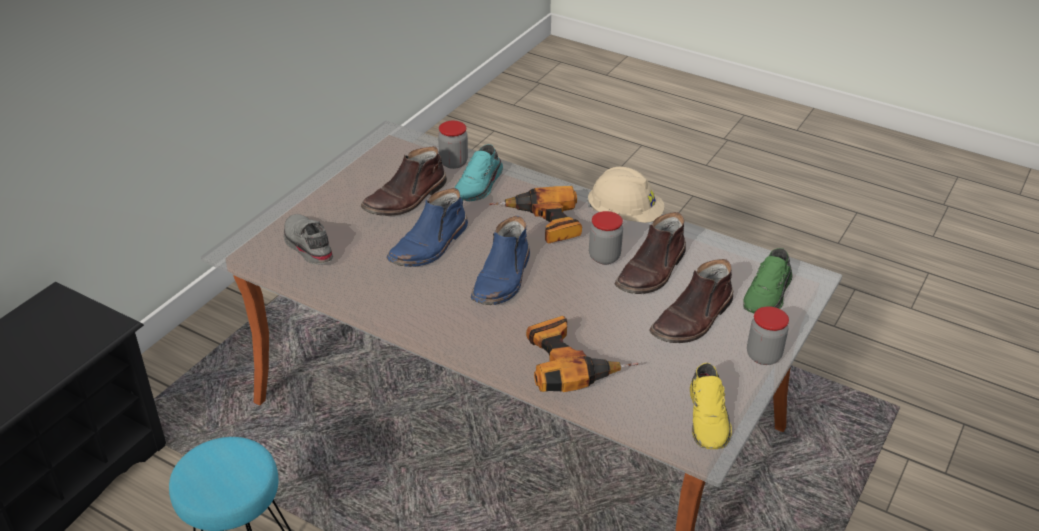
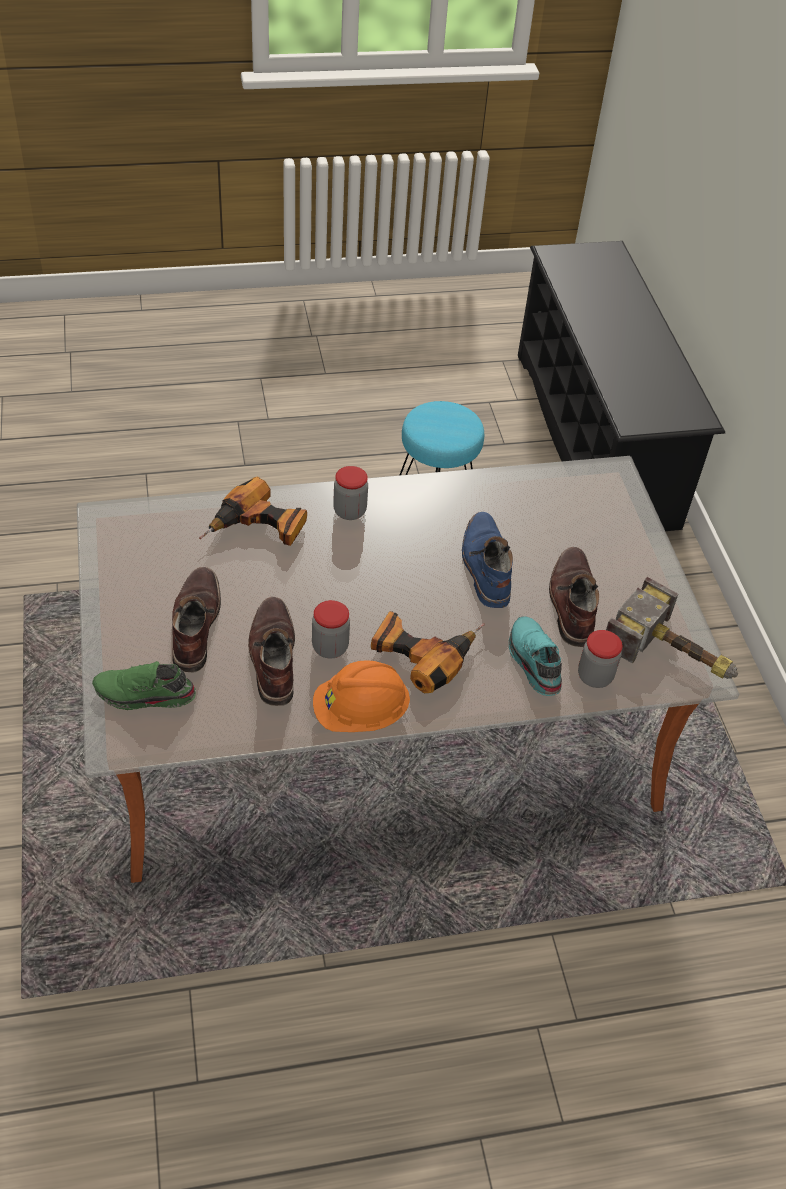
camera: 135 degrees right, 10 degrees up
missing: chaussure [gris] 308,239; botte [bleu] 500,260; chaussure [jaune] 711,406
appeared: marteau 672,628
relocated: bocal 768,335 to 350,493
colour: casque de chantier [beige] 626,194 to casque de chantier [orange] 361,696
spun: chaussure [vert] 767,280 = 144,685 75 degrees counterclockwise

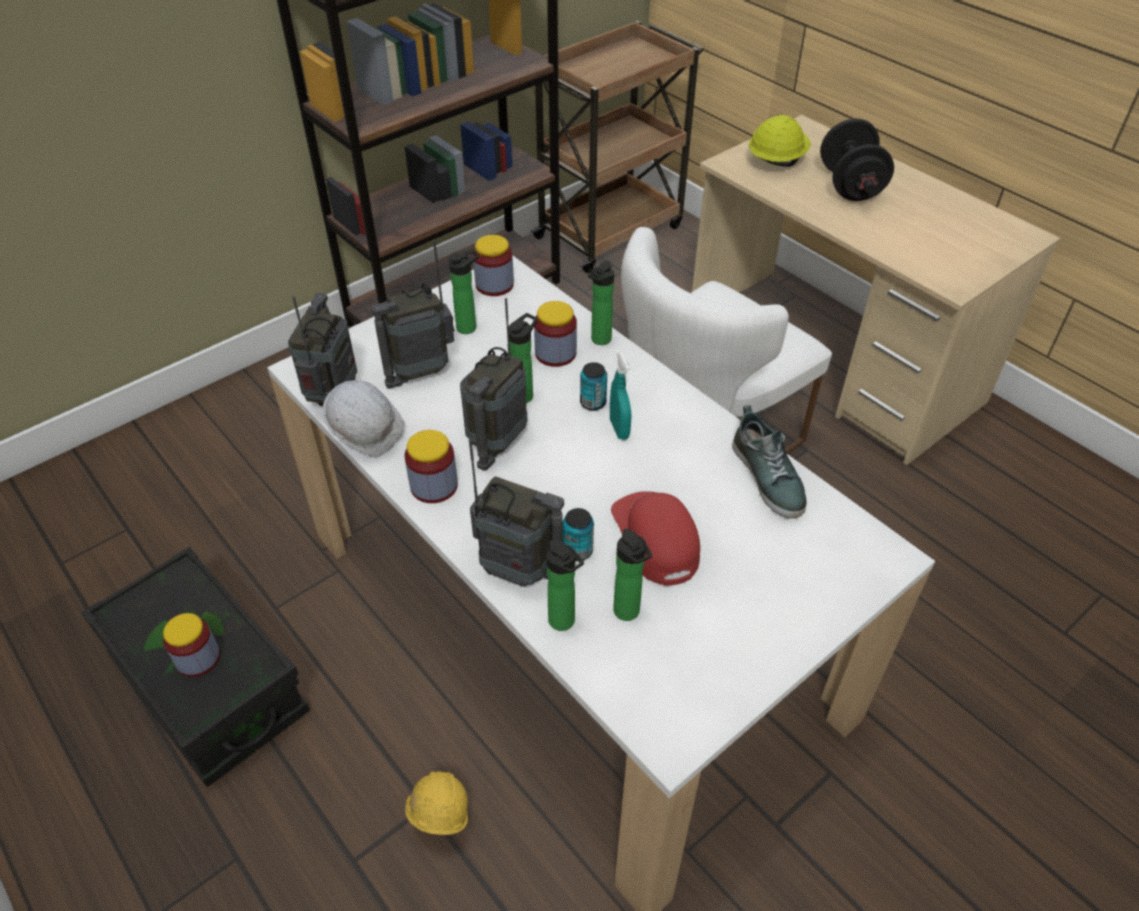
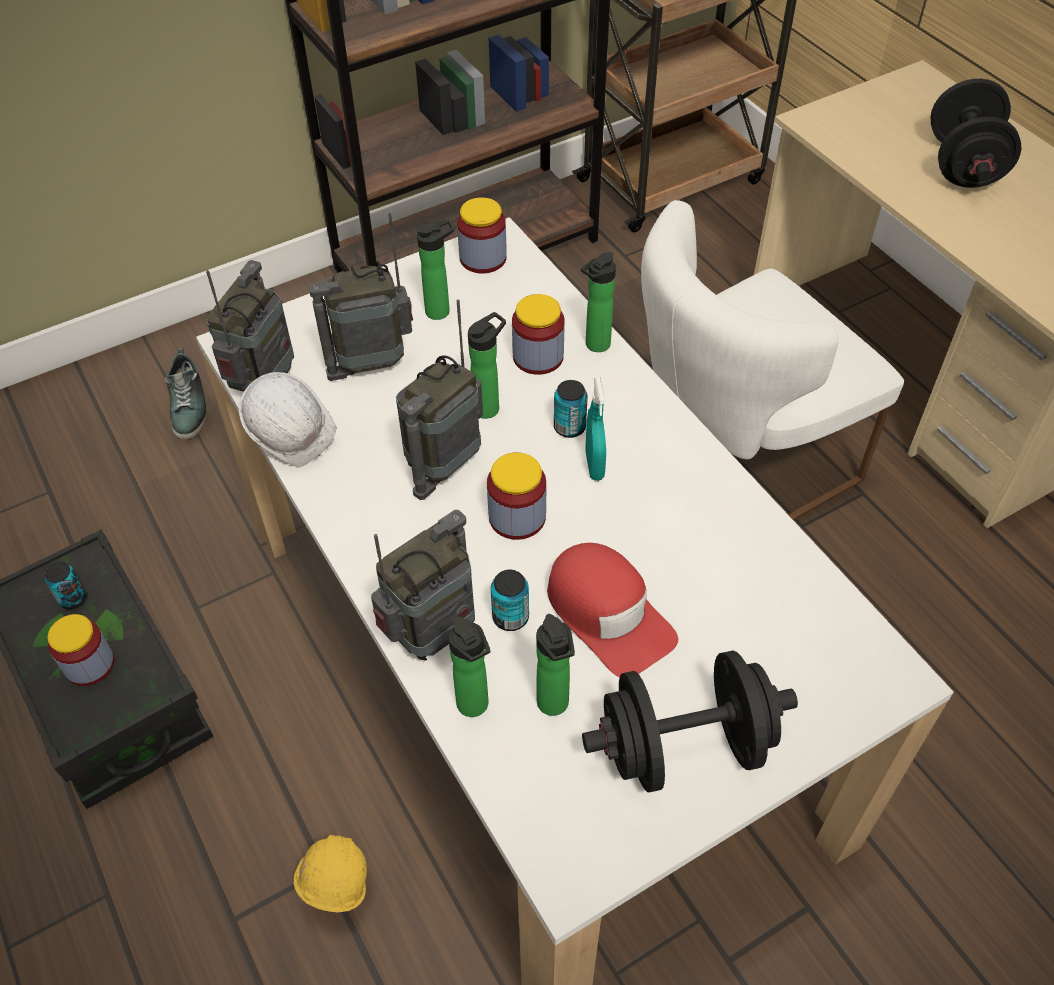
camera: 10 degrees right, 5 degrees up
missing: casque de chantier [jaune] 780,141
appeared: boîte métallique 66,585; haltère [noir] 690,721
relocated: chaussure 769,462 to 186,394; bocal 431,466 to 516,496
spun: radio 516,513 = 423,585 75 degrees counterclockwise; casquette [rouge] 655,538 = 612,610 150 degrees clockwise

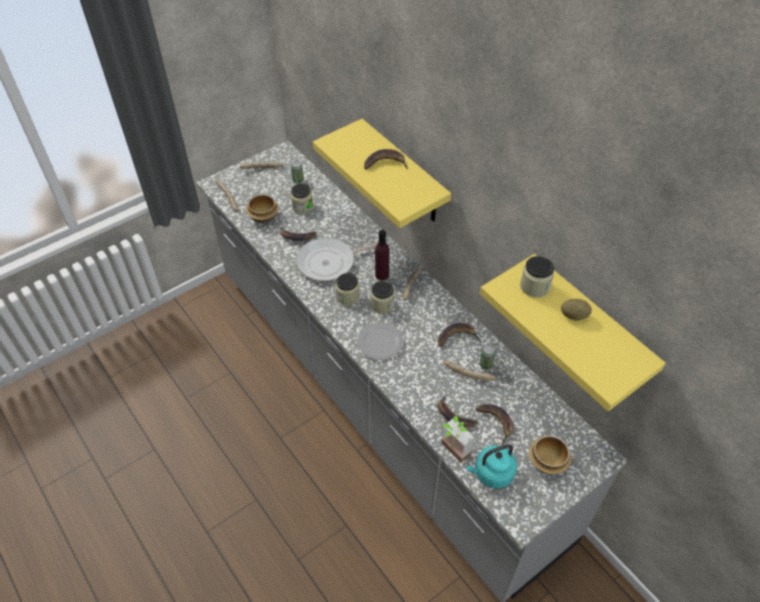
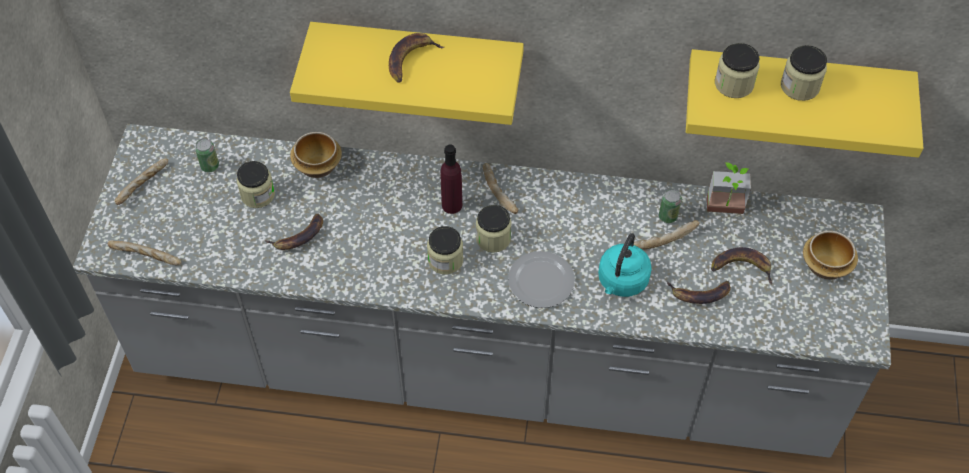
camera: 45 degrees left, 5 degrees up
missing: poêle 337,259; banane 459,335
relocated: bol 262,209 to 316,155; plante en pot 458,438 to 729,188; bouilloire [turquoise] 491,466 to 625,265
exchanged: pomme de terre 576,309 to bocal 804,73

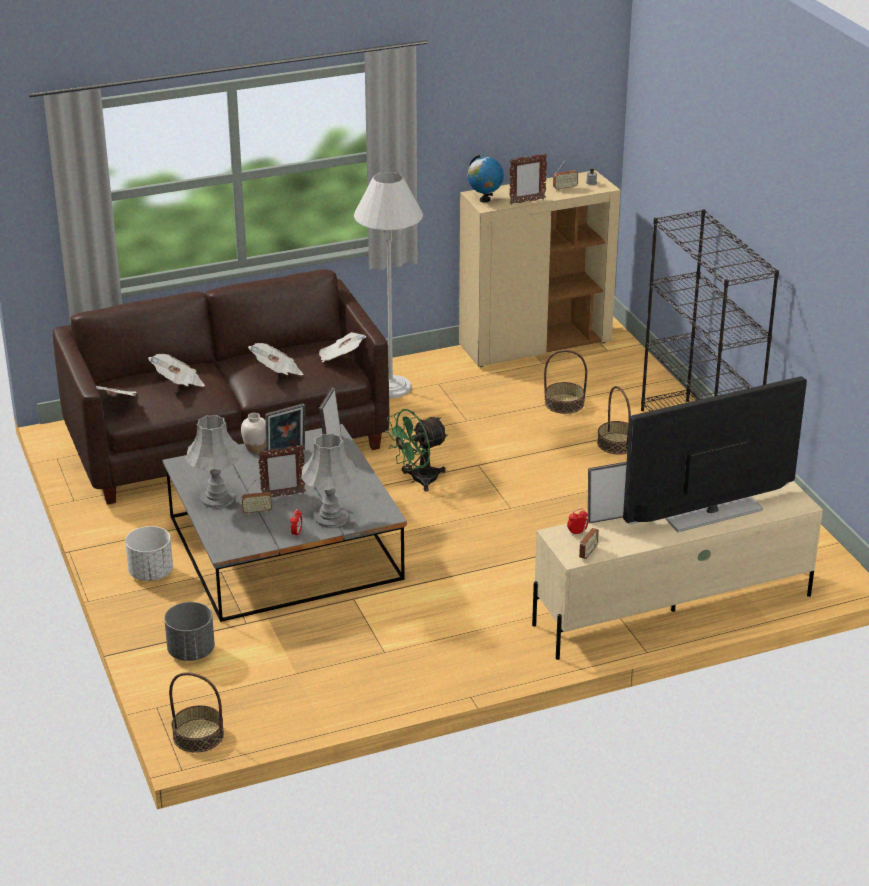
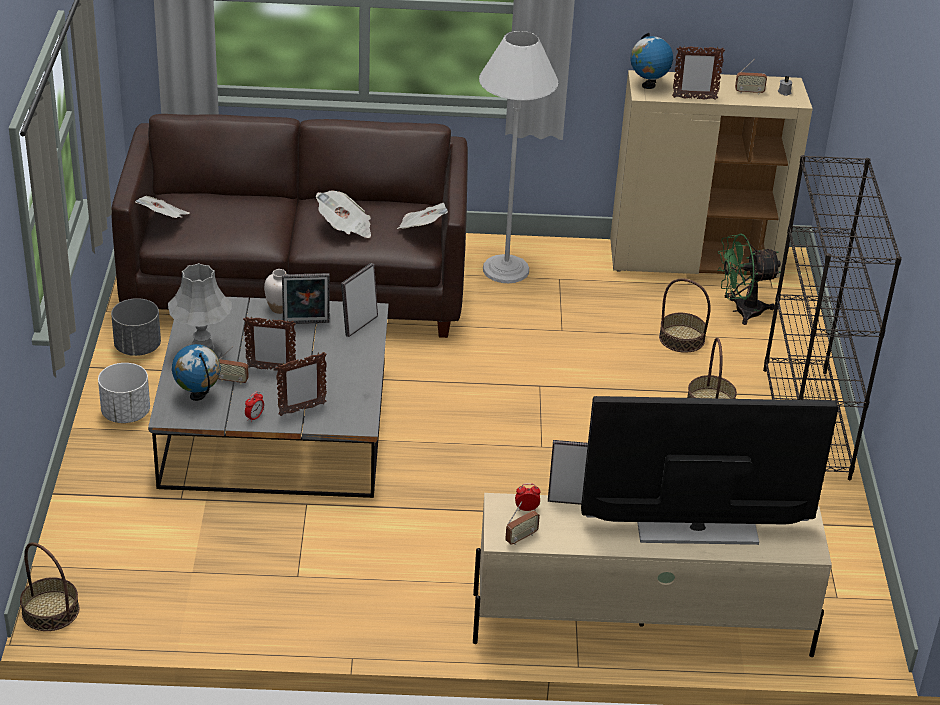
camera: 20 degrees right, 5 degrees up
missing: journal 176,370
appeared: globe 196,372
relocated: ventilateur [vert] 416,450 to 749,279; cache-pot [gris] 189,631 to 136,327
exchanged: lampe de table [gris] 330,480 to cadre photo 301,384

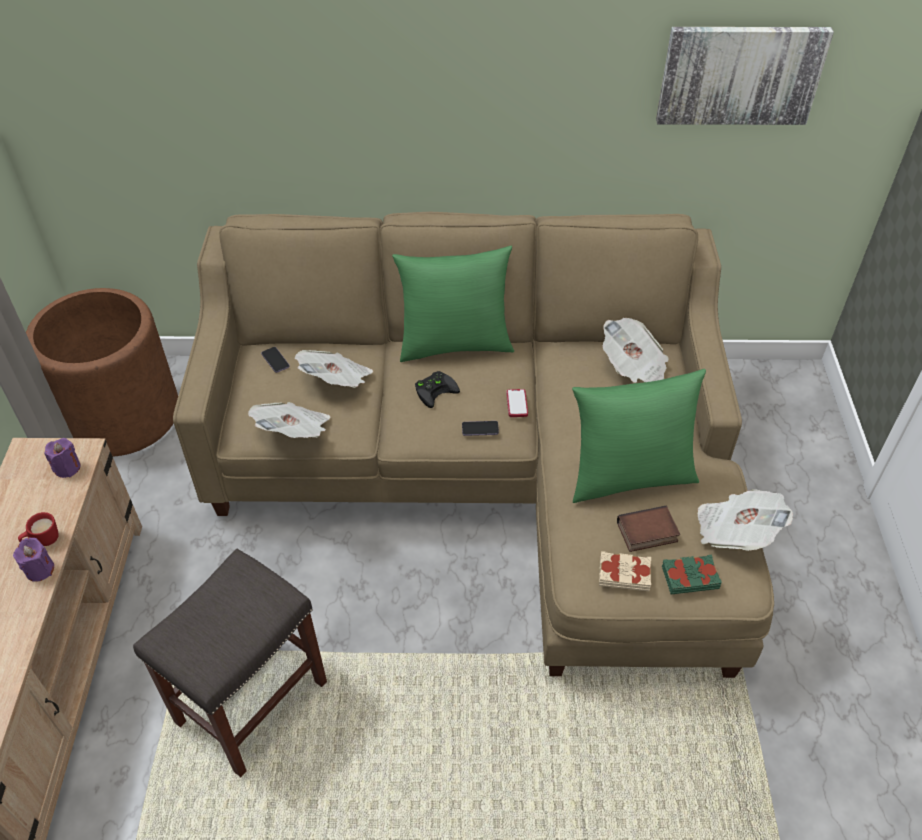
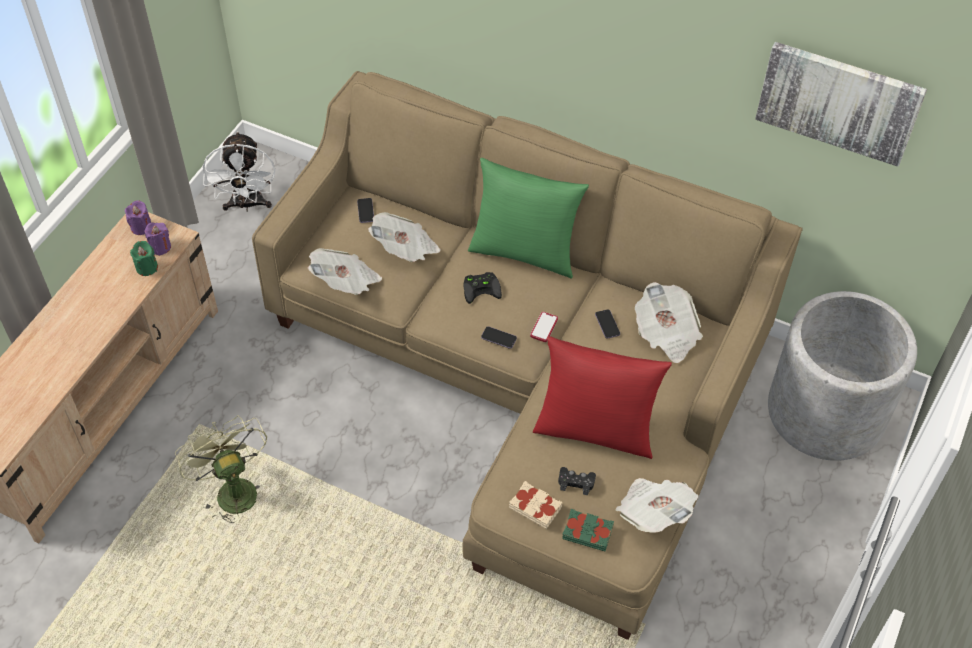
camera: 25 degrees right, 5 degrees up
missing: mug [rouge] 38,529
appeared: bougie [vert] 144,258; cache-pot [gris] 842,376; téléphone 607,324
relocated: bougie [violet] 33,560 to 138,217
exchanged: cache-pot [marron] 102,372 to ventilateur [blanc] 239,171; livre 648,529 to manette [noir] 577,481; tabouret [gris] 230,662 to ventilateur [vert] 221,469
colour: coussin [vert] 639,436 to coussin [rouge] 602,397

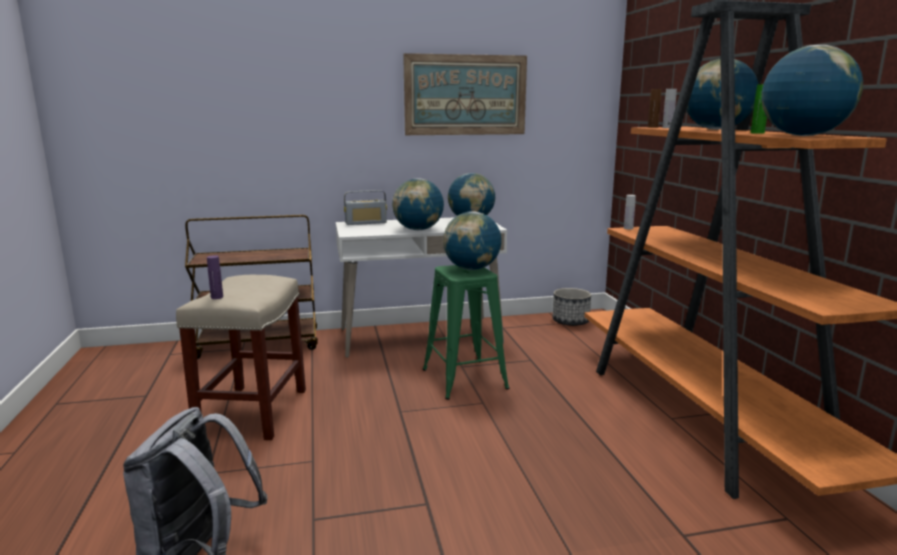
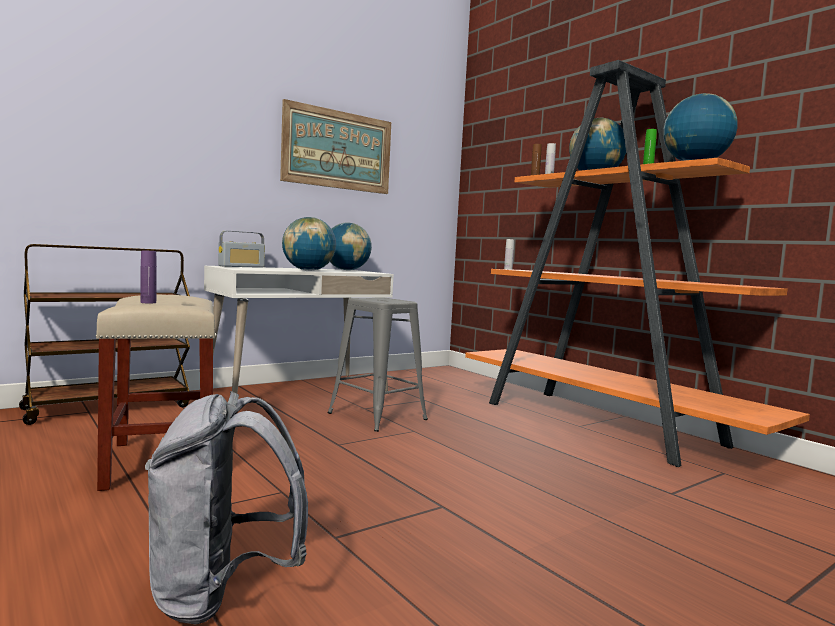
camera: 25 degrees left, 10 degrees down
missing: globe 472,240; cache-pot 571,307
colour: tabouret [vert] 466,332 to tabouret [gris] 378,364

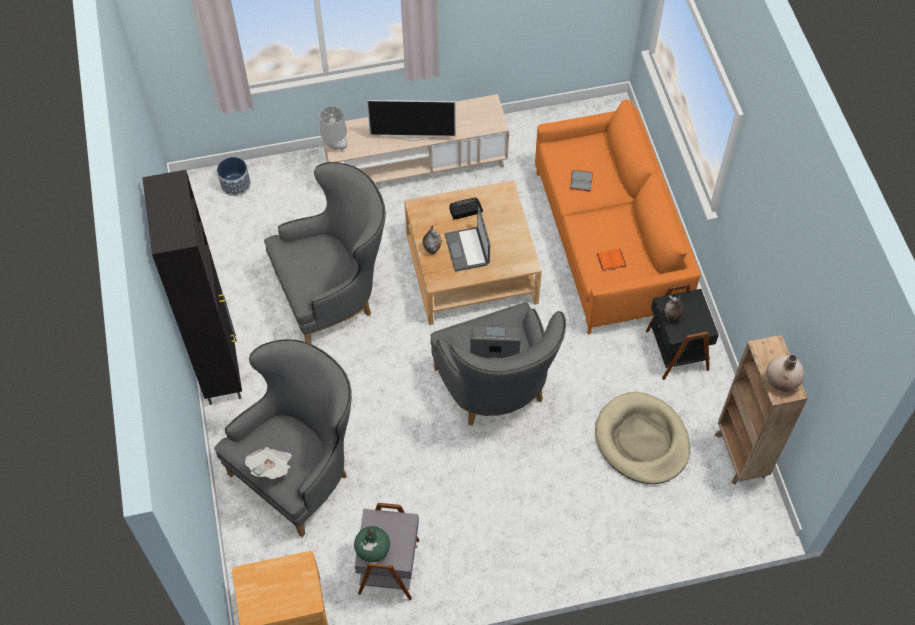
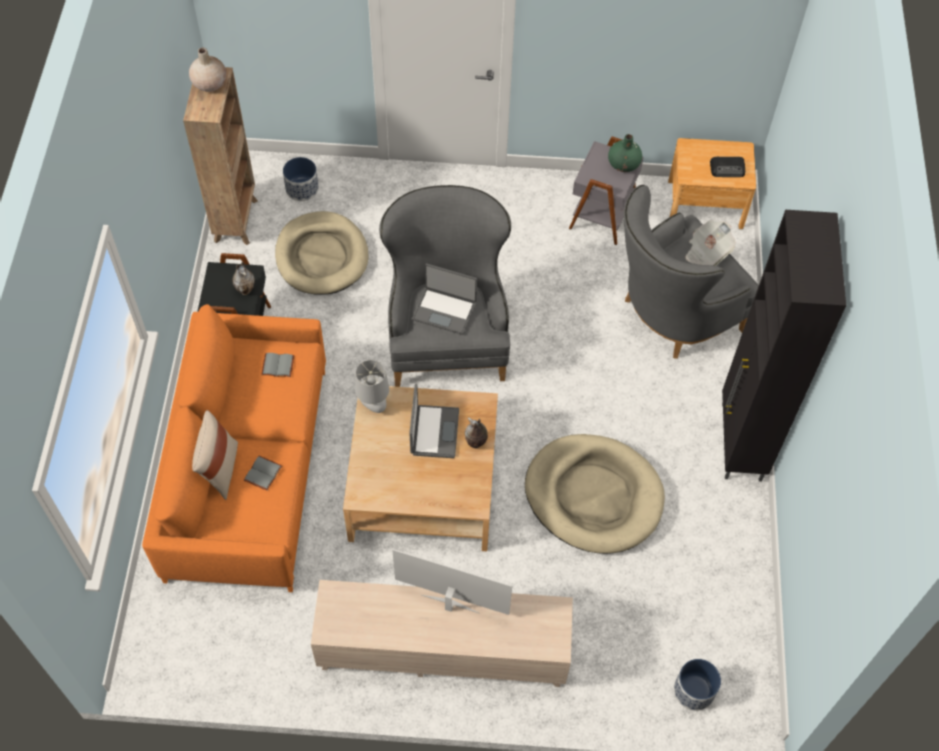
camera: 165 degrees left, 0 degrees up
appeared: cache-pot 301,179; coussin [beige] 215,455
relocated: lampe de table [gris] 333,128 to 372,386; radio 466,208 to 727,167
exchanged: fauteuil [gris] 325,253 to panier pour chien [beige] 595,494
colour: livre [orange] 611,260 to livre [gris] 277,365

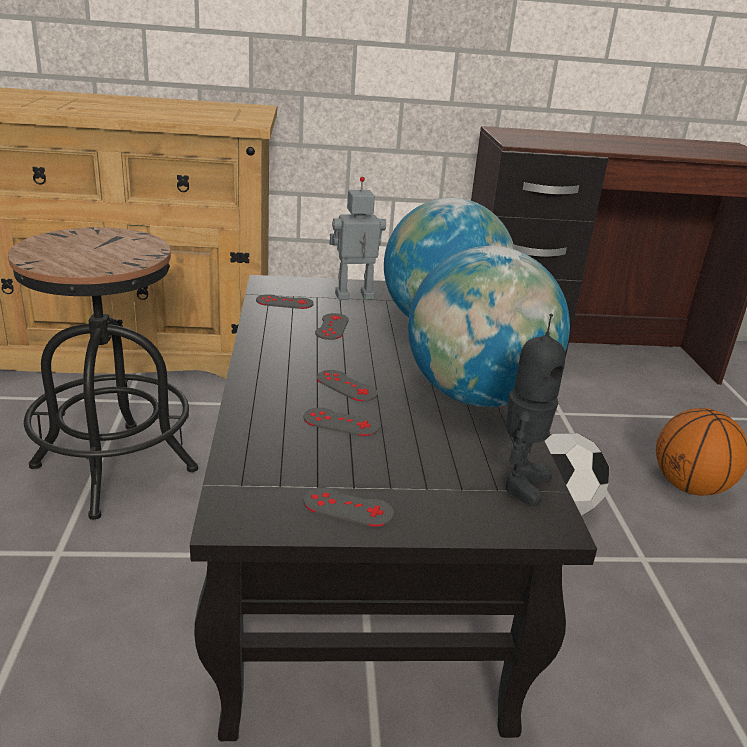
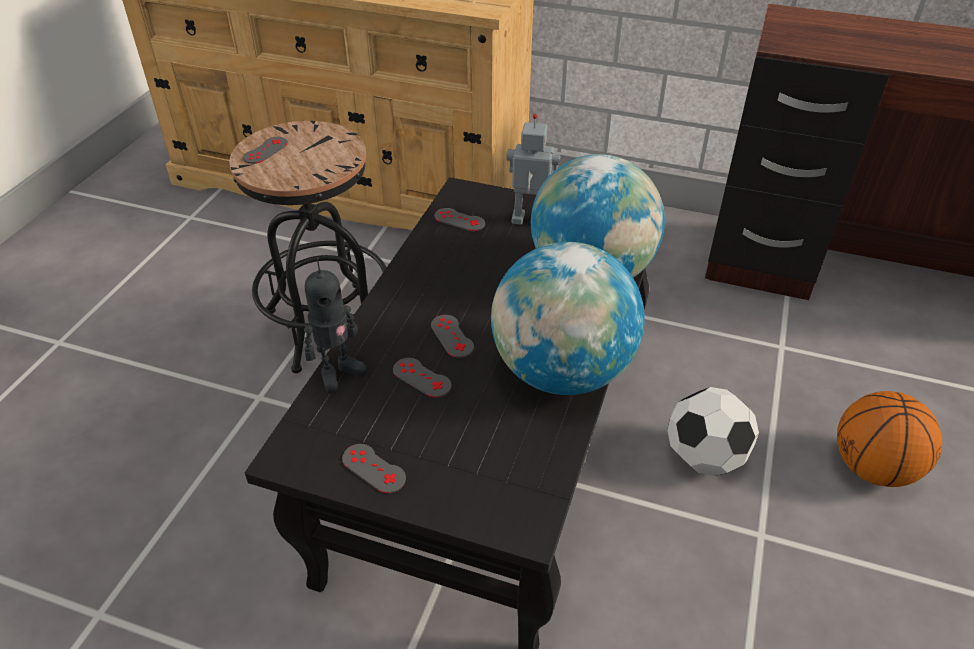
camera: 25 degrees right, 15 degrees up
relocated: manette [gris] 332,326 to 265,150; robot jouet 535,410 to 335,325

